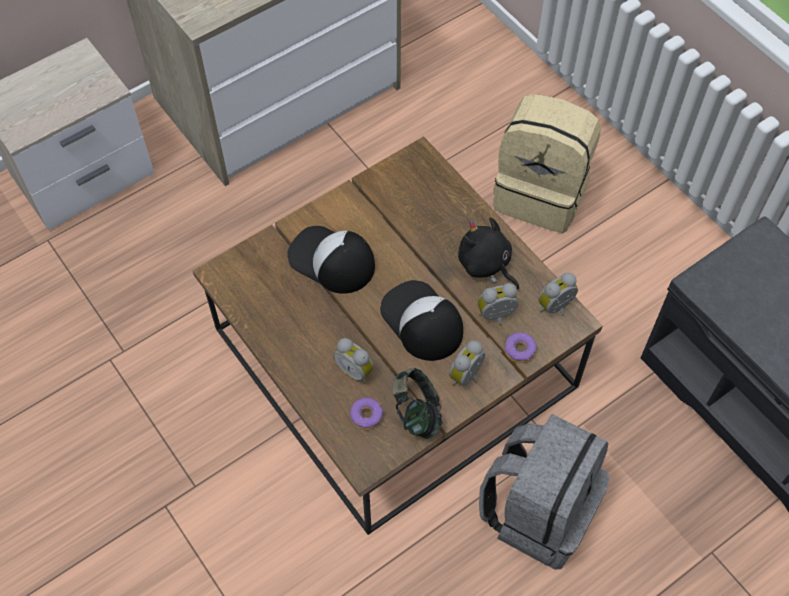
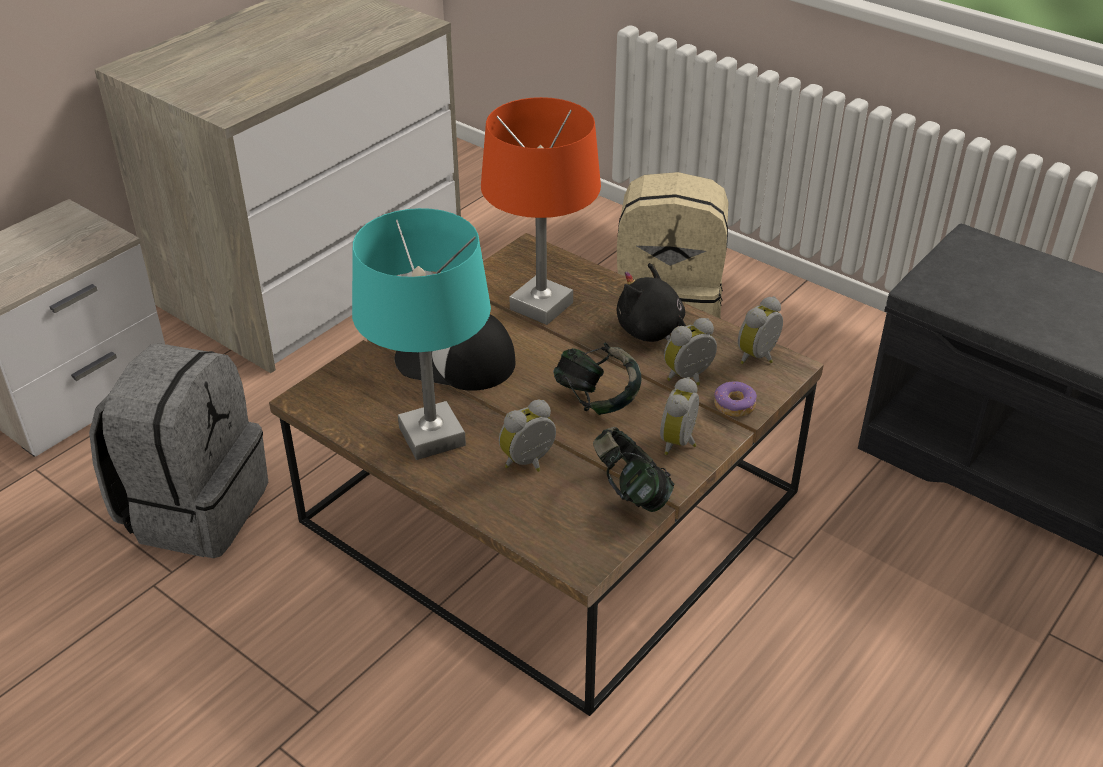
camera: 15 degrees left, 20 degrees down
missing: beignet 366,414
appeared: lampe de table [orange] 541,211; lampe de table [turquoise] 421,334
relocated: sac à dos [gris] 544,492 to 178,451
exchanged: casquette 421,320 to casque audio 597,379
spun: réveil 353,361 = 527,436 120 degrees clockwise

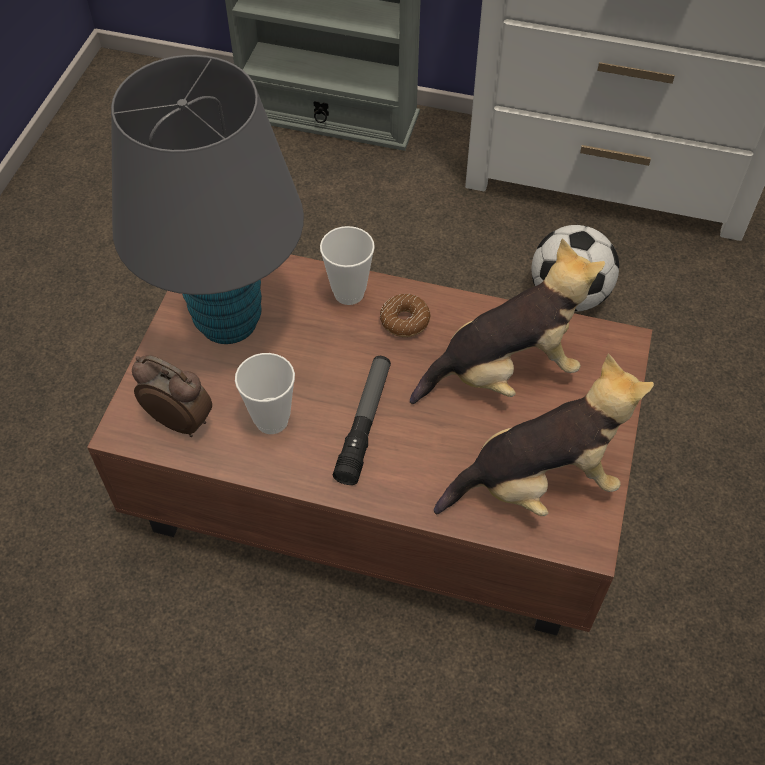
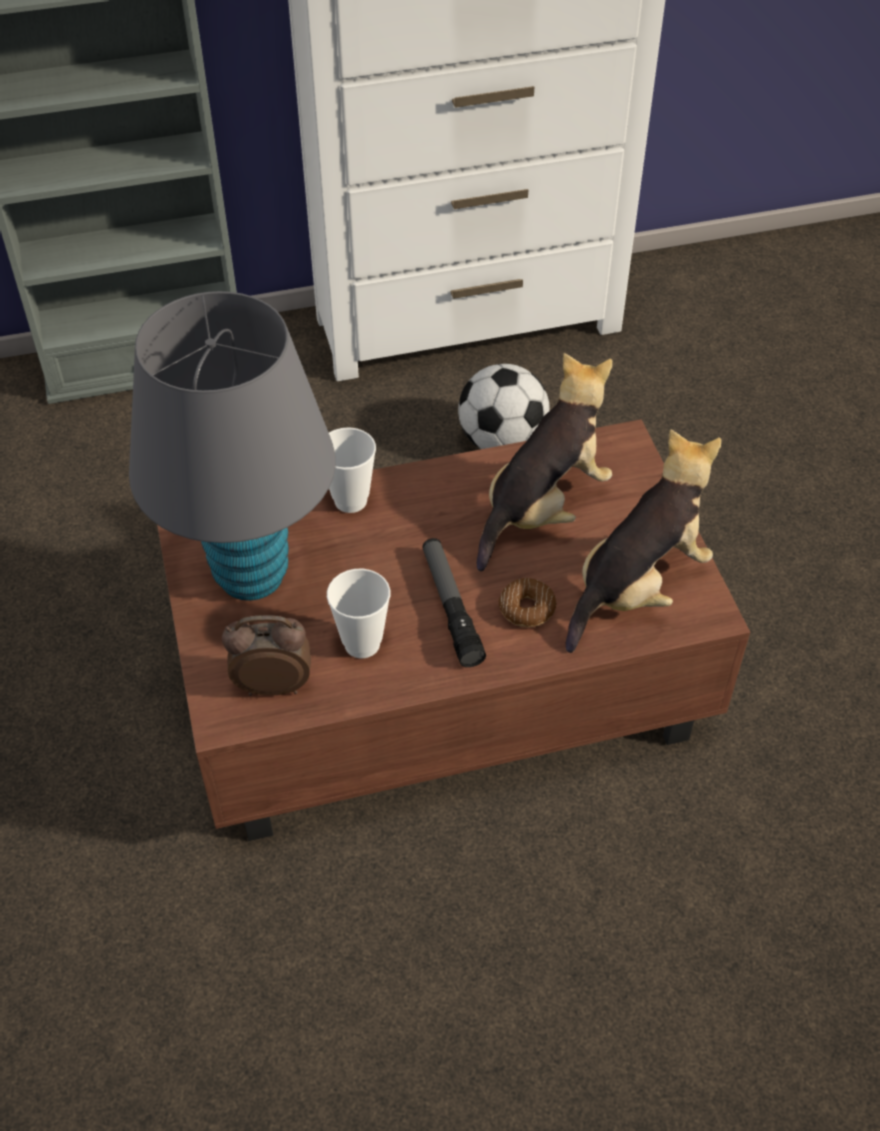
camera: 30 degrees left, 5 degrees down
relocated: beignet 405,315 to 528,602

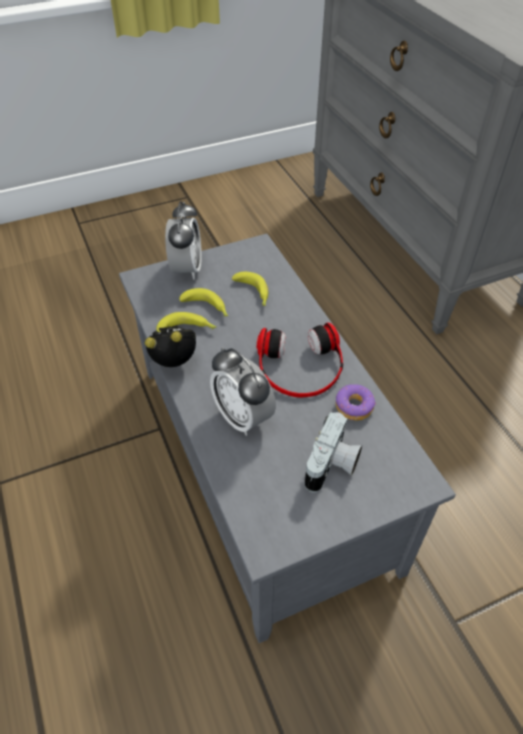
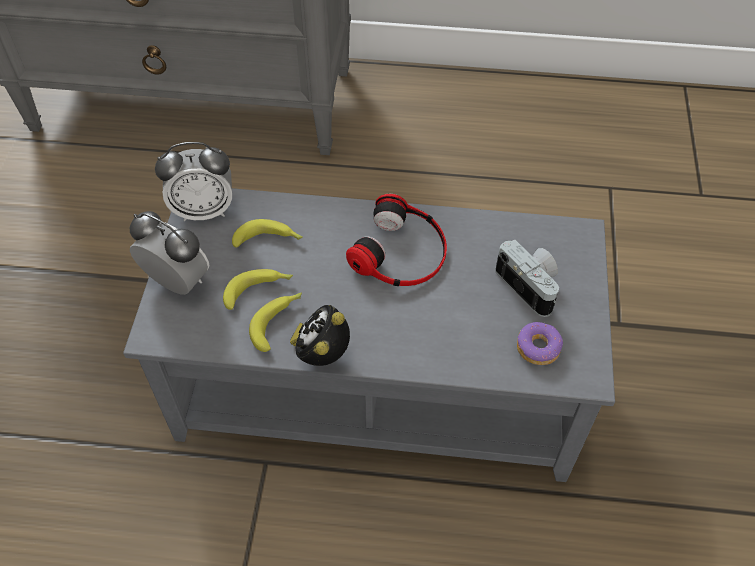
camera: 60 degrees left, 5 degrees up
relocated: réveil 243,392 to 193,181; beignet 356,402 to 540,343

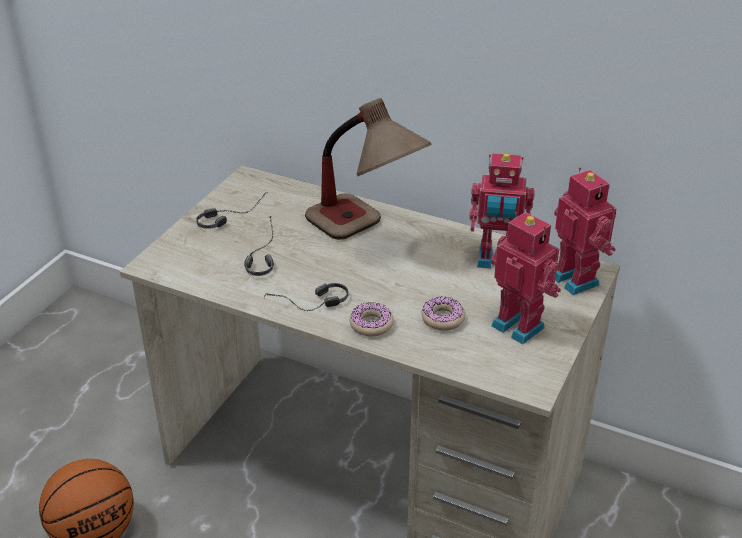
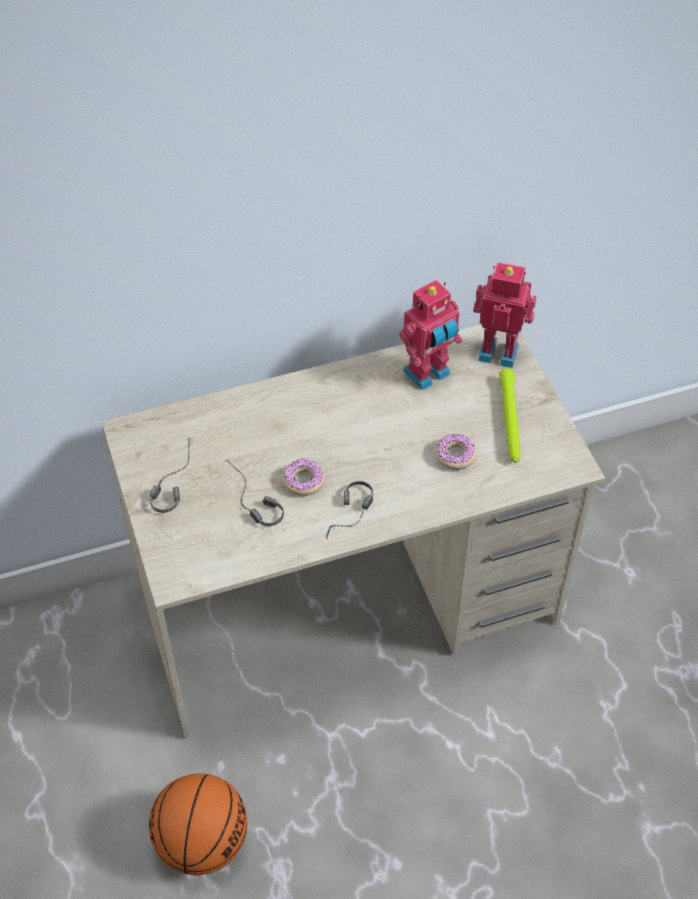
camera: 45 degrees left, 15 degrees up
missing: lampe de table 368,169
relocated: beignet 372,319 to 303,477
exchanged: robot jouet 526,278 to lampe de poche [vert] 509,416

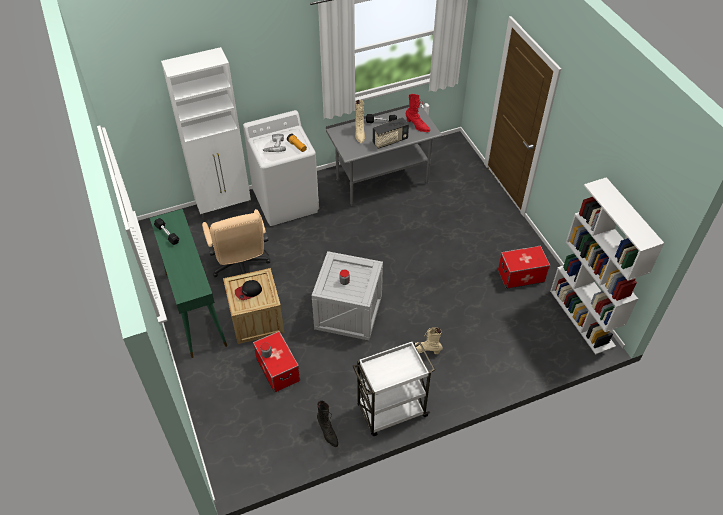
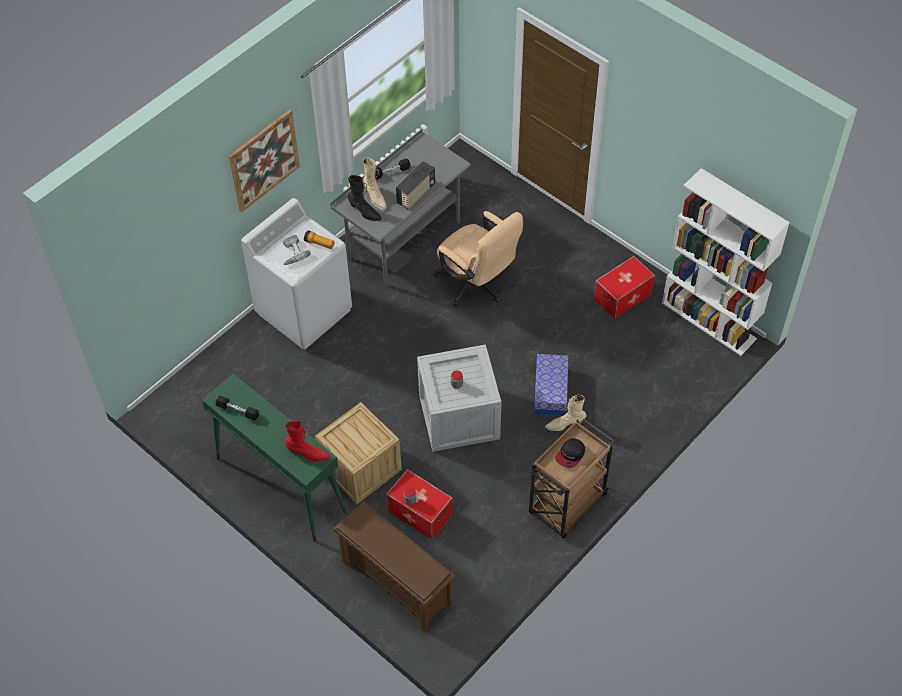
camera: 25 degrees left, 5 degrees up
missing: meuble de rangement [blanc] 206,134
appeared: tableau 264,160; boîte de rangement 551,384; étagère à chaussures [marron] 394,566
relocated: botte [rouge] 418,113 to 307,441; chaise de bureau [beige] 236,243 to 478,259; casquette 248,290 to 570,453; botte [noir] 327,423 to 365,198
colour: chariot [blanc] 394,388 to chariot [marron] 571,478

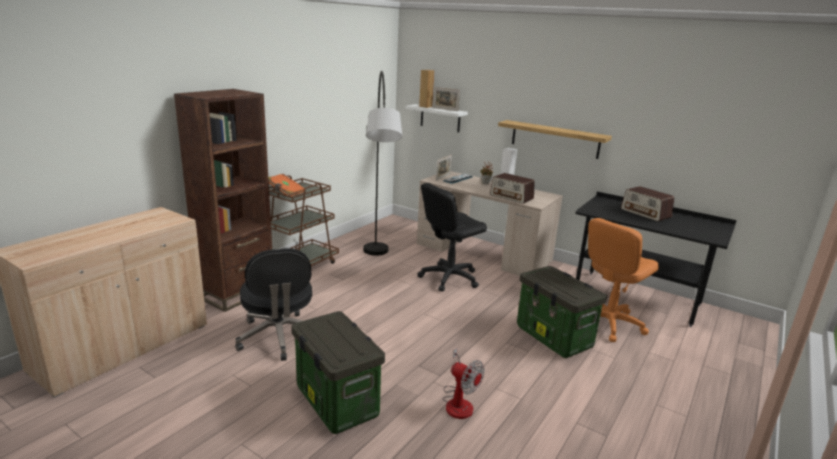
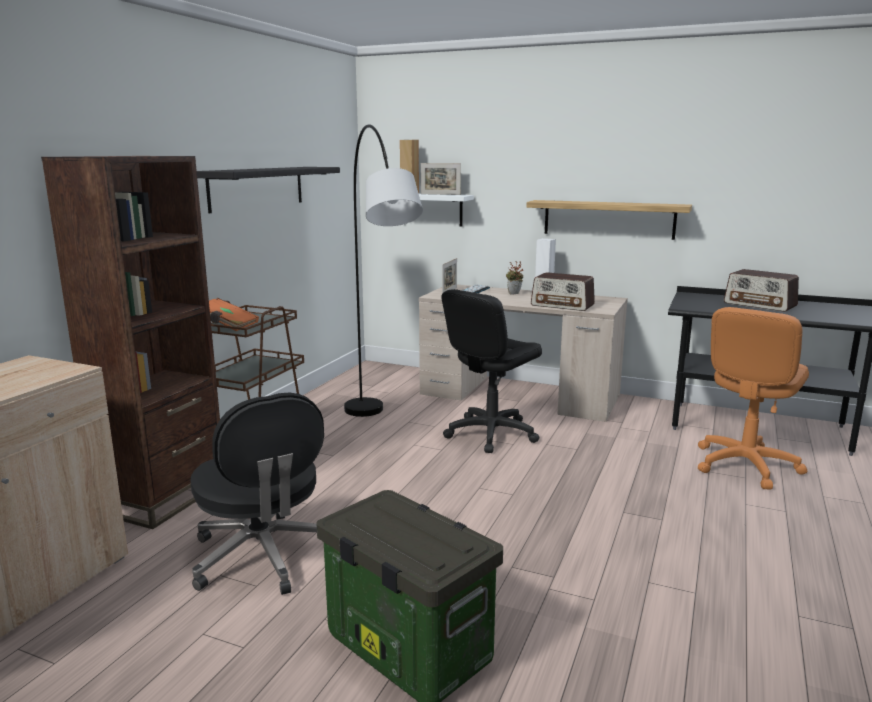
camera: 10 degrees left, 5 degrees down
missing: boîte de rangement 562,312; ventilateur 463,383
appeared: étagère [noir] 268,190

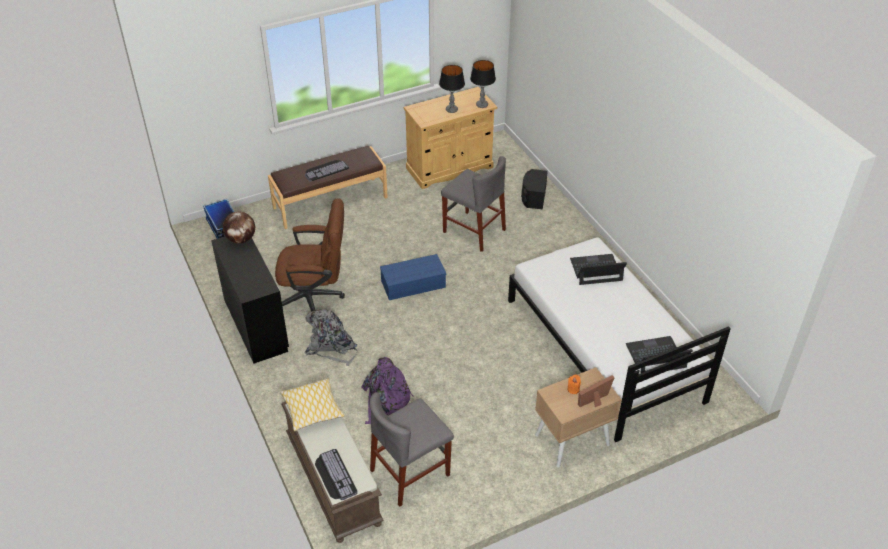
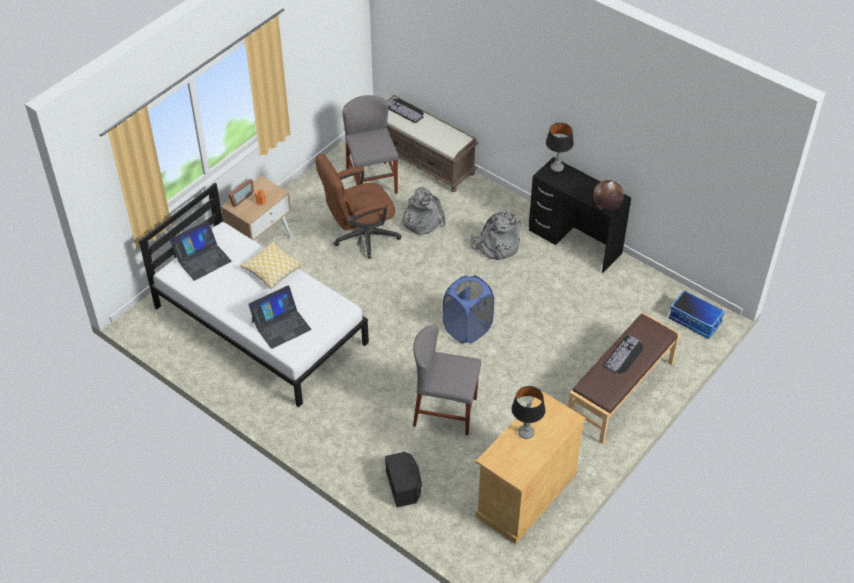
camera: 155 degrees right, 5 degrees up
relocated: lampe de table 483,84 to 560,147; chaise de bureau [marron] 310,255 to 359,206; coussin 312,404 to 271,265
exchanged: boîte de rangement [bleu] 413,277 to panier à linge [bleu] 468,309
colour: sac à dos [violet] 387,390 to sac à dos [gris] 423,211
spun: chaise [gris] 411,449 = 370,144 45 degrees counterclockwise

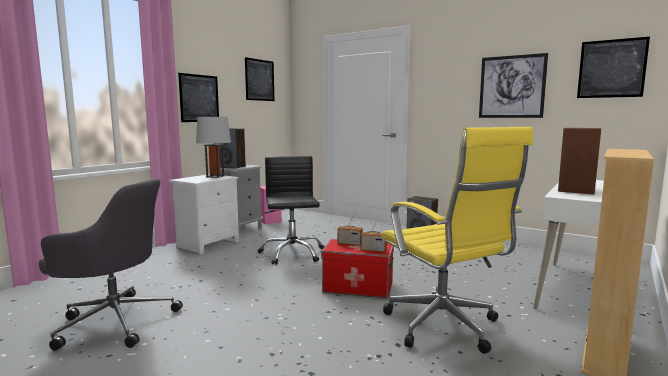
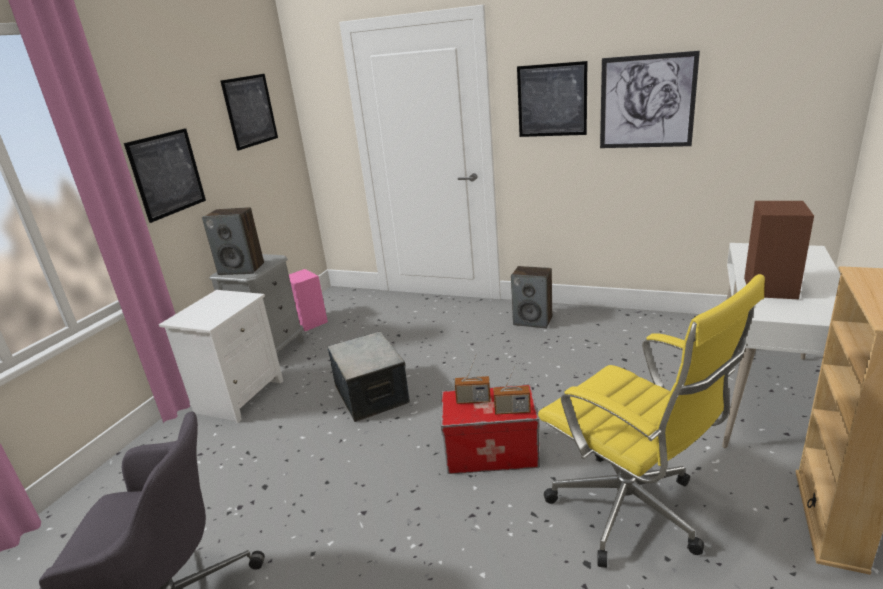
camera: 10 degrees left, 15 degrees up
missing: lampe de table [gris] 213,145
relocated: tableau 613,67 to 552,99
exchanged: chaise de bureau [noir] 291,210 to boîte de rangement 368,377

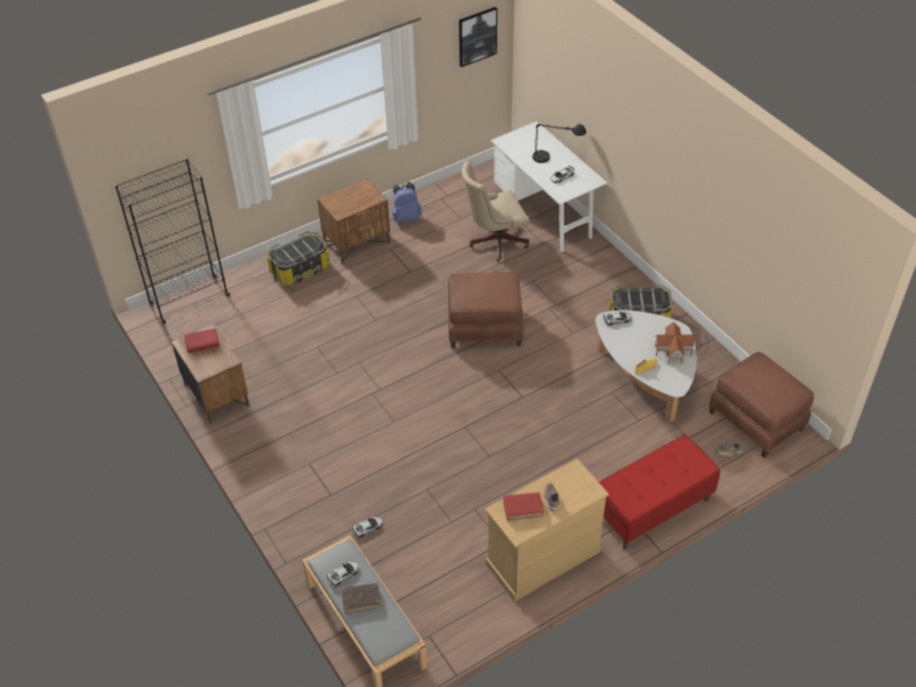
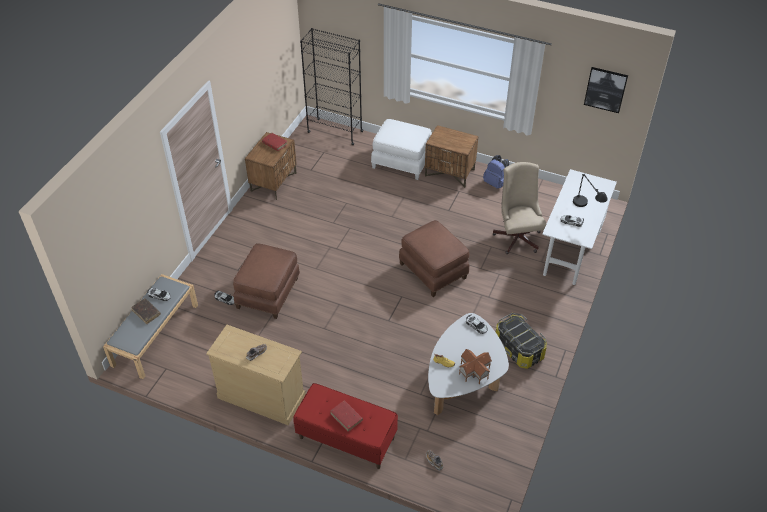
camera: 55 degrees right, 0 degrees up
relocated: pouf [marron] 761,405 to 266,281; livre [rouge] 523,506 to 346,416
exchanged: boîte de rangement 298,258 to pouf [blanc] 401,149
spun: chaise de bureau [beige] 496,211 = 519,208 45 degrees clockwise

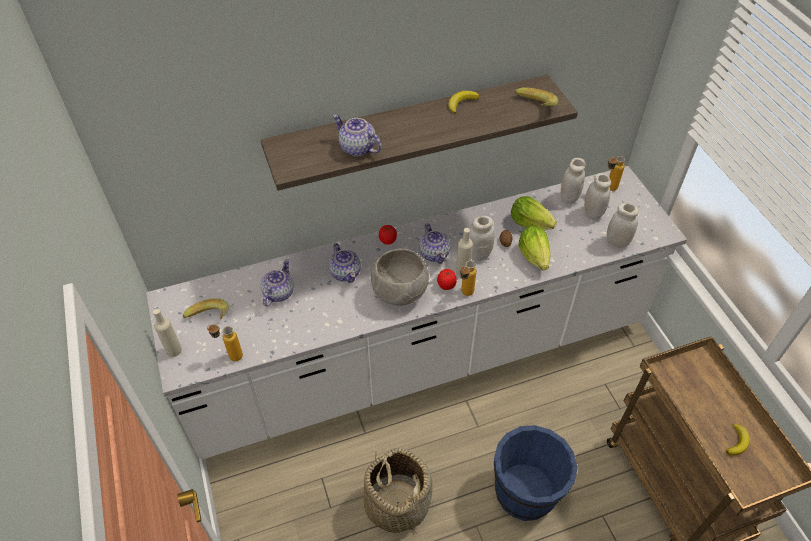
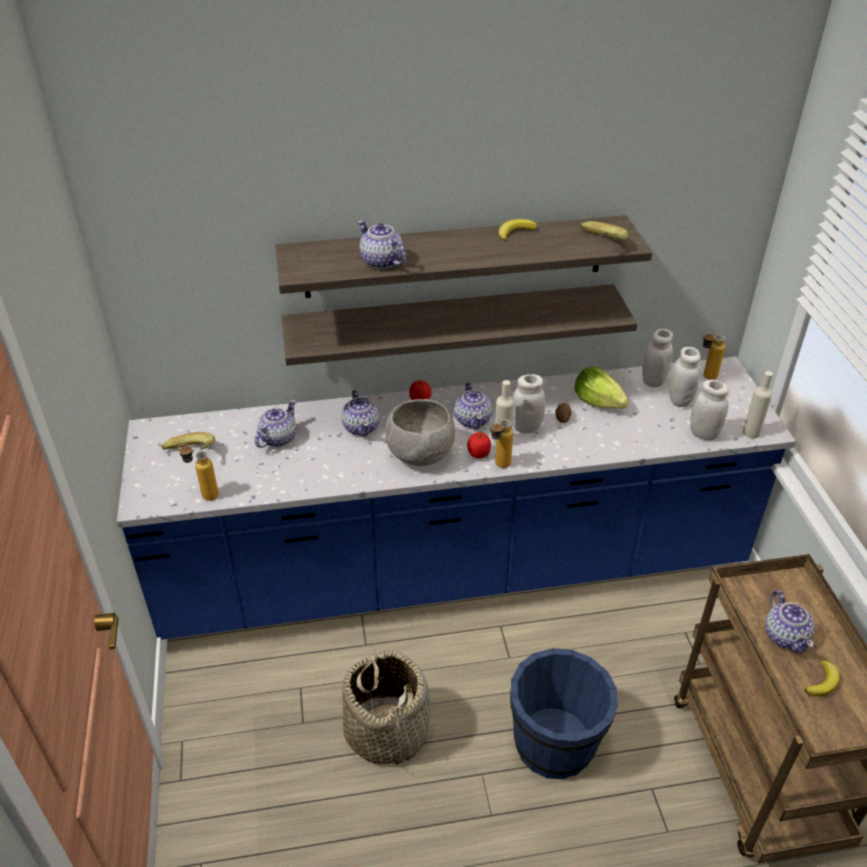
camera: 10 degrees right, 10 degrees down
missing: laitue 534,248
appeared: étagère 459,325; théière 789,621
relocated: bouteille [beige] 167,333 to 758,404
colour: comptoir de cuisine [blanc] 416,312 to comptoir de cuisine [bleu] 456,498

